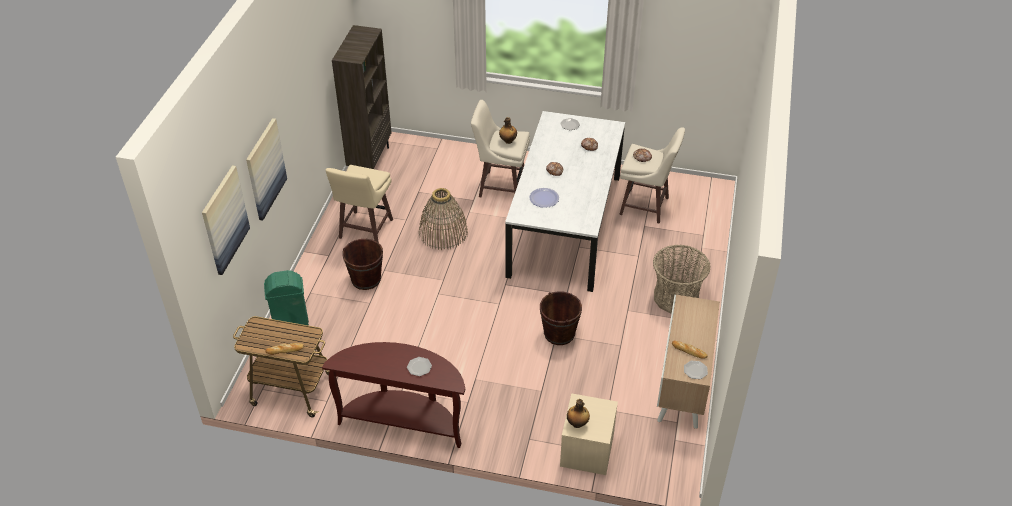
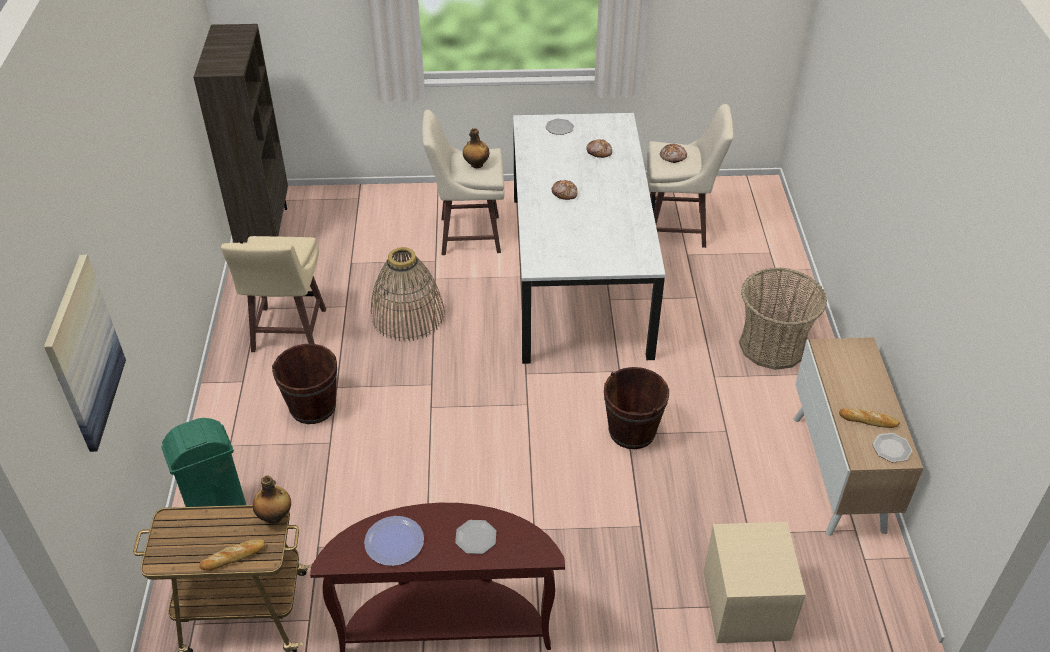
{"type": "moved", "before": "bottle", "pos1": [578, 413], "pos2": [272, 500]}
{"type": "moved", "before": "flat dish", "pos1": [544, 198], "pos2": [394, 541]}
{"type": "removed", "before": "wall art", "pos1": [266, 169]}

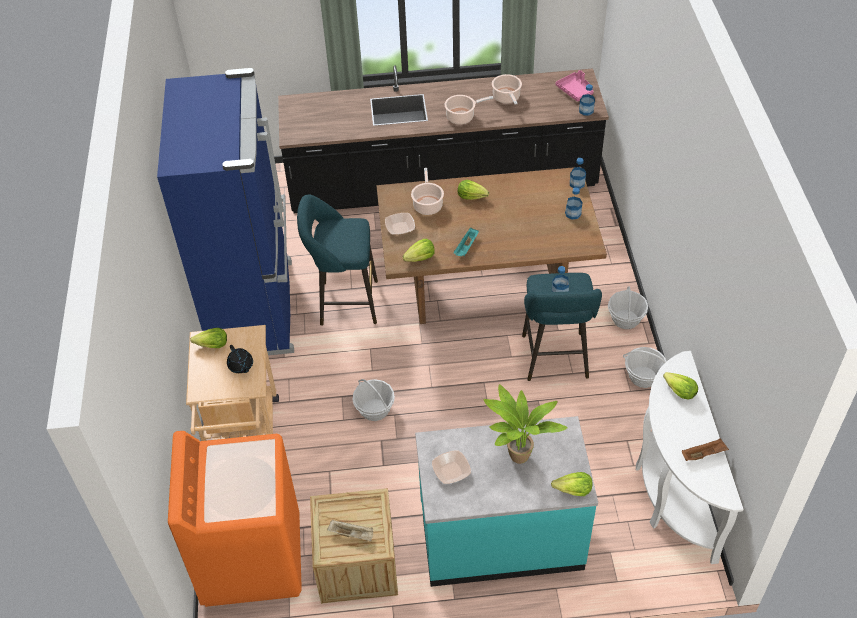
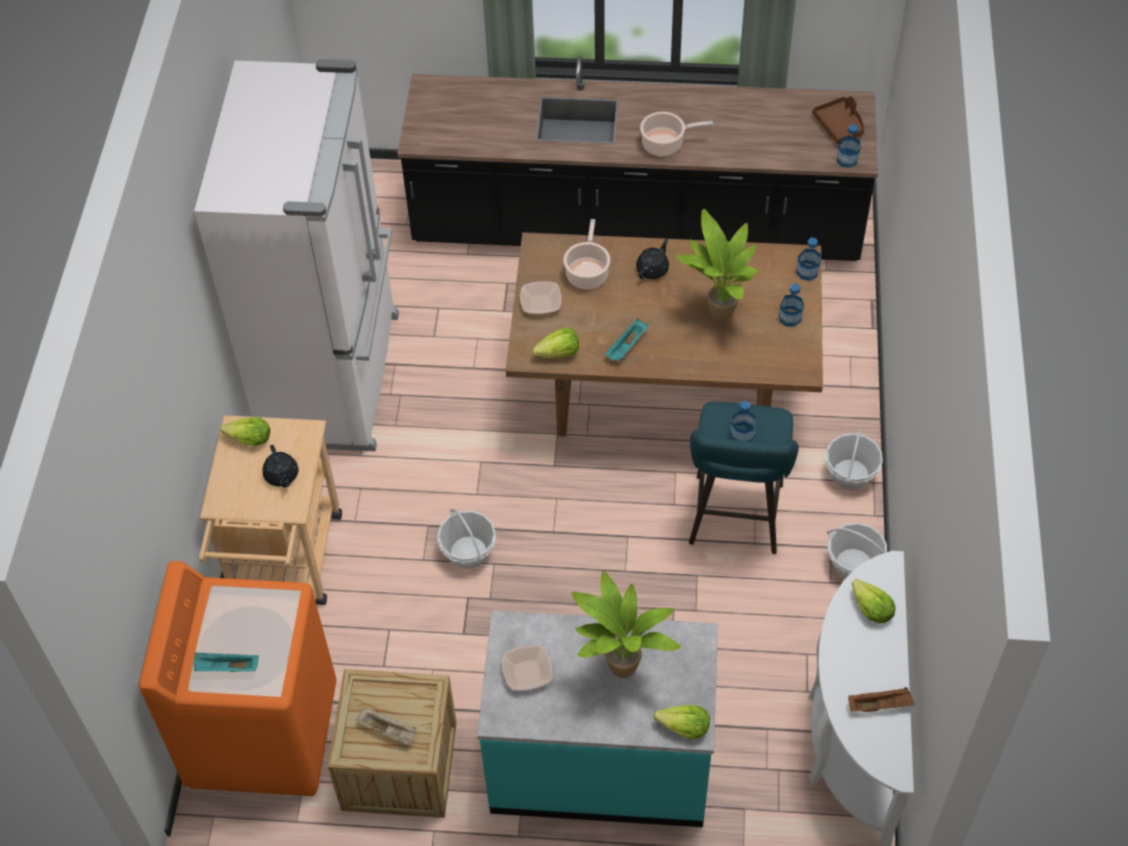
{"type": "recoloured", "before": "refrigerator (blue)", "after": "refrigerator (white)", "pos1": [225, 211], "pos2": [296, 255]}
{"type": "added", "after": "carrying tray (blue-green)", "pos2": [226, 662]}
{"type": "replaced", "before": "lettuce", "after": "teapot (black)", "pos1": [473, 190], "pos2": [652, 259]}
{"type": "added", "after": "potted plant", "pos2": [717, 265]}
{"type": "recoloured", "before": "carrying tray (pink)", "after": "carrying tray (brownish)", "pos1": [575, 86], "pos2": [838, 120]}
{"type": "removed", "before": "stool seat (blue-green)", "pos1": [337, 260]}
{"type": "removed", "before": "cooking pot", "pos1": [507, 89]}

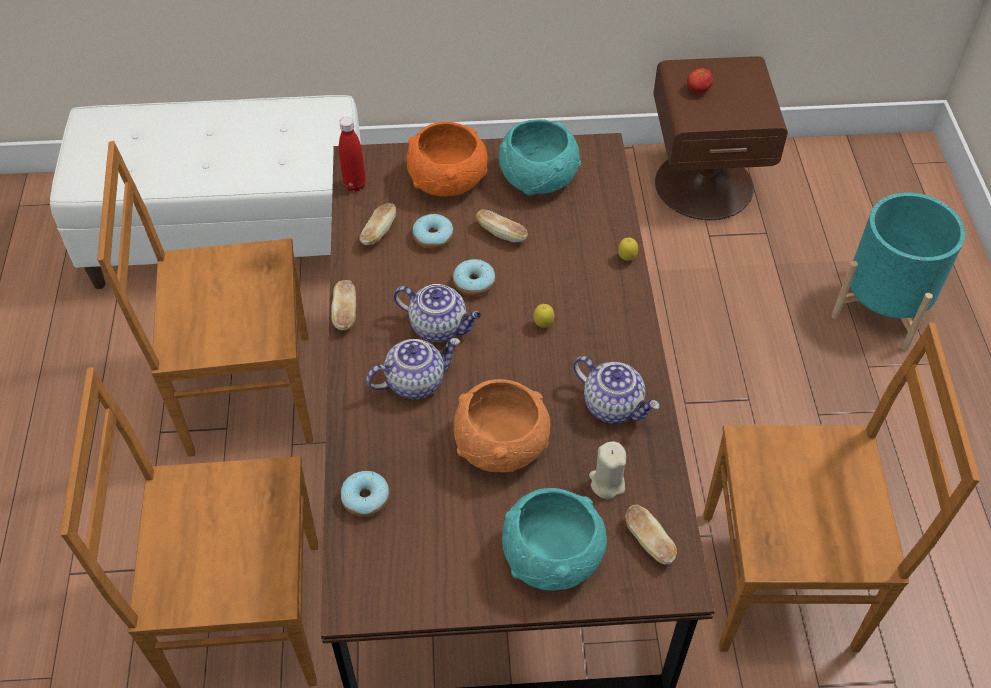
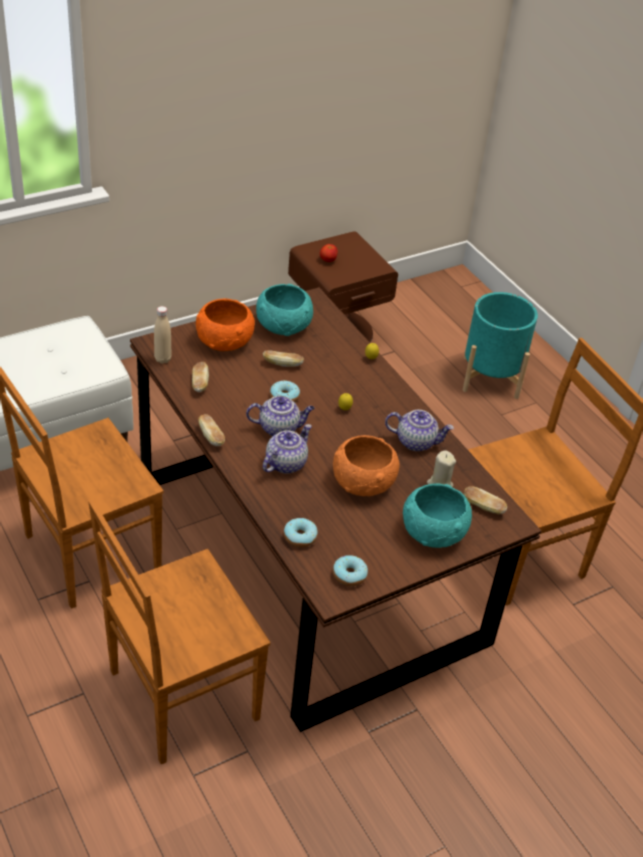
{"type": "recoloured", "before": "bottle (red)", "after": "bottle (beige)", "pos1": [352, 154], "pos2": [163, 335]}
{"type": "moved", "before": "ring doughnut", "pos1": [433, 231], "pos2": [350, 570]}

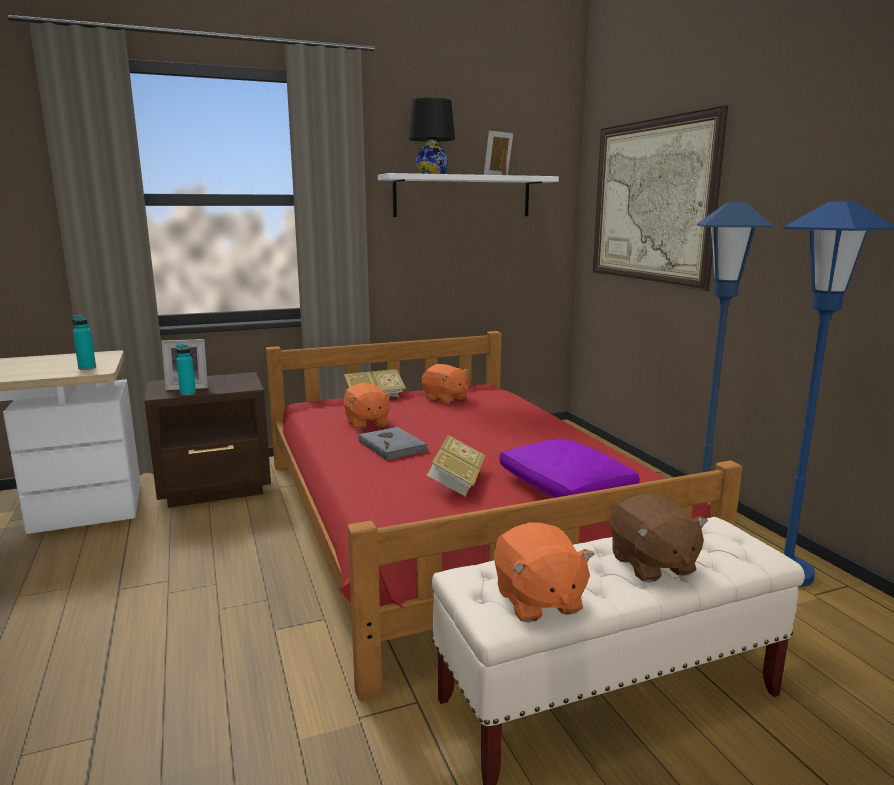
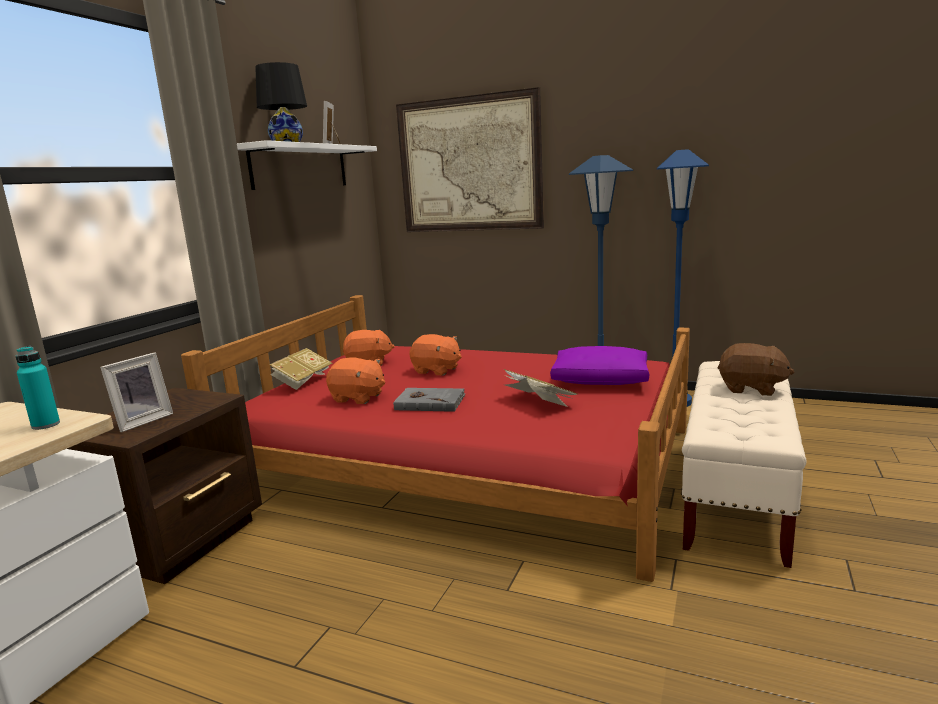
{"type": "moved", "before": "soft toy (orange)", "pos1": [544, 572], "pos2": [435, 355]}
{"type": "removed", "before": "bottle (blue-green)", "pos1": [186, 369]}

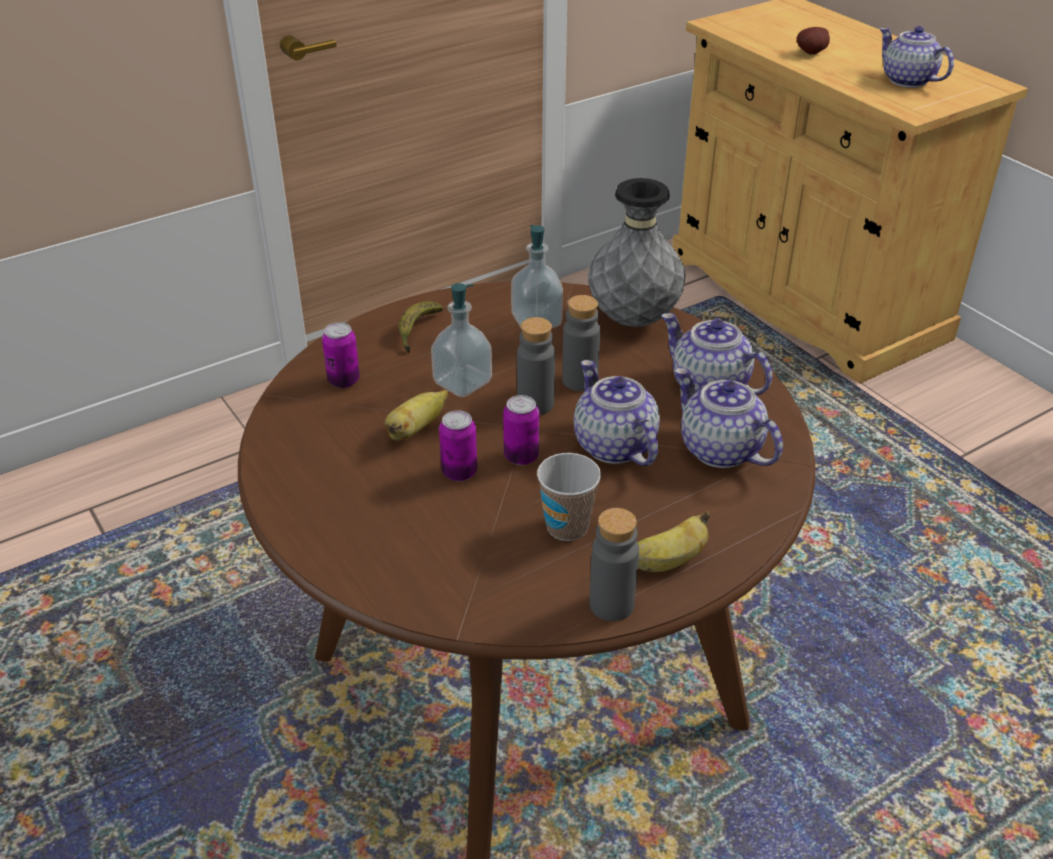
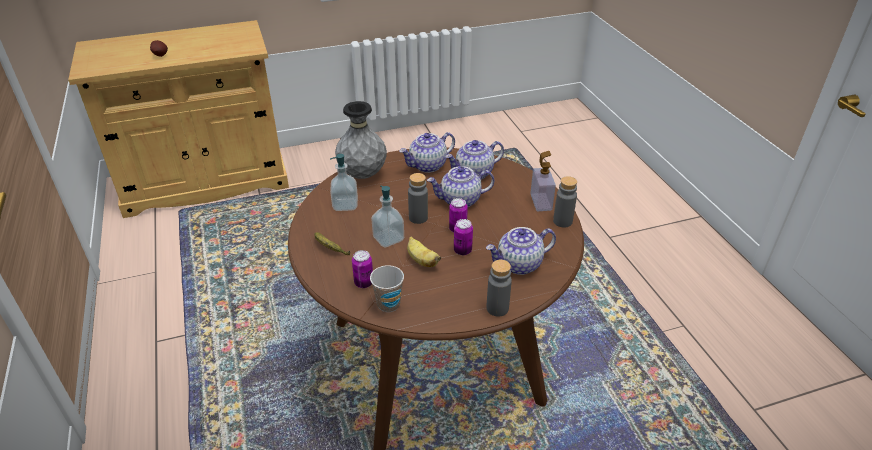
{"type": "moved", "before": "drinking cup", "pos1": [569, 497], "pos2": [387, 288]}
{"type": "moved", "before": "teapot", "pos1": [916, 57], "pos2": [521, 251]}
{"type": "moved", "before": "bottle (grey)", "pos1": [581, 343], "pos2": [499, 288]}
{"type": "replaced", "before": "banana fruit", "after": "soap bottle", "pos1": [674, 541], "pos2": [543, 181]}

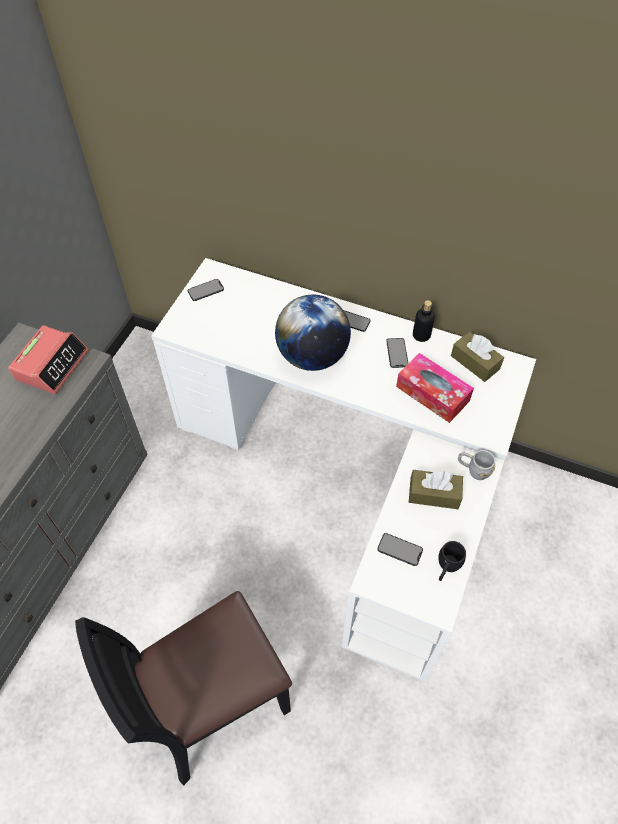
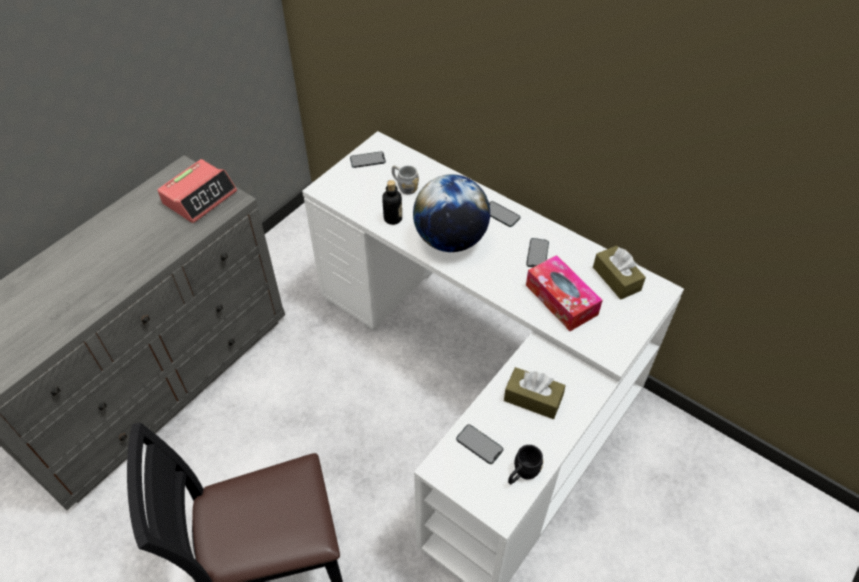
{"type": "moved", "before": "bottle", "pos1": [424, 321], "pos2": [392, 202]}
{"type": "moved", "before": "coffee mug (grey)", "pos1": [476, 465], "pos2": [405, 180]}

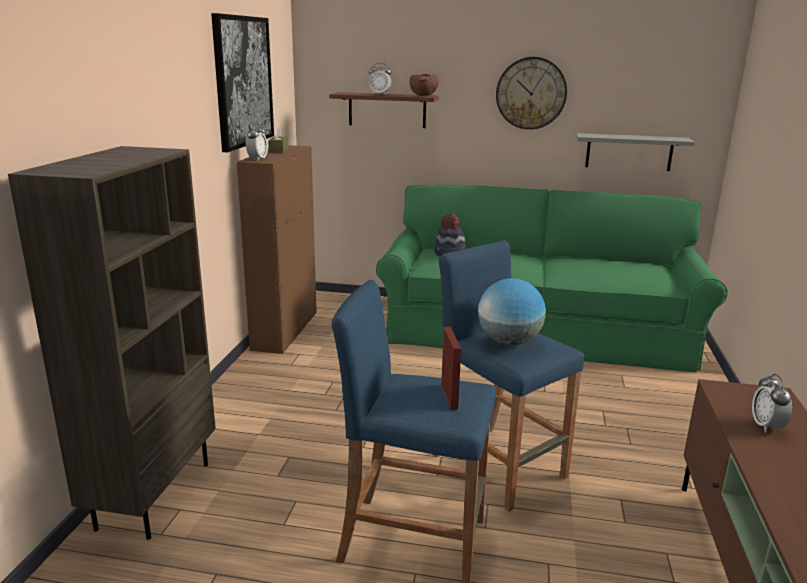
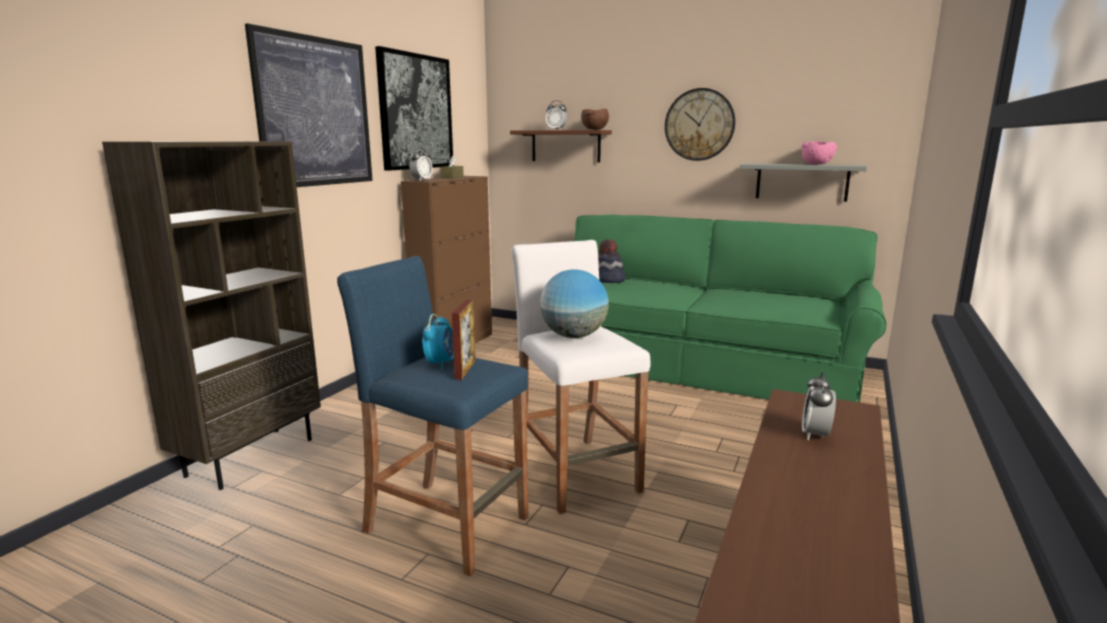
{"type": "added", "after": "wall art", "pos2": [309, 105]}
{"type": "added", "after": "alarm clock", "pos2": [438, 342]}
{"type": "recoloured", "before": "stool seat (blue)", "after": "stool seat (white)", "pos1": [508, 376], "pos2": [581, 377]}
{"type": "added", "after": "serving bowl (pink)", "pos2": [820, 153]}

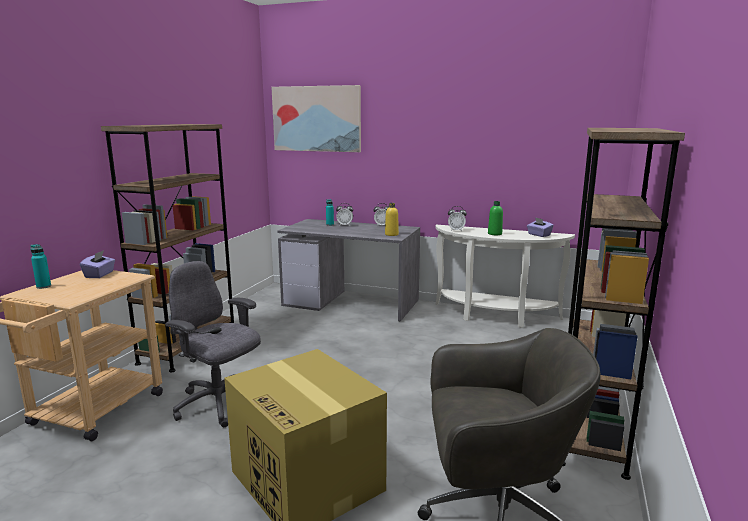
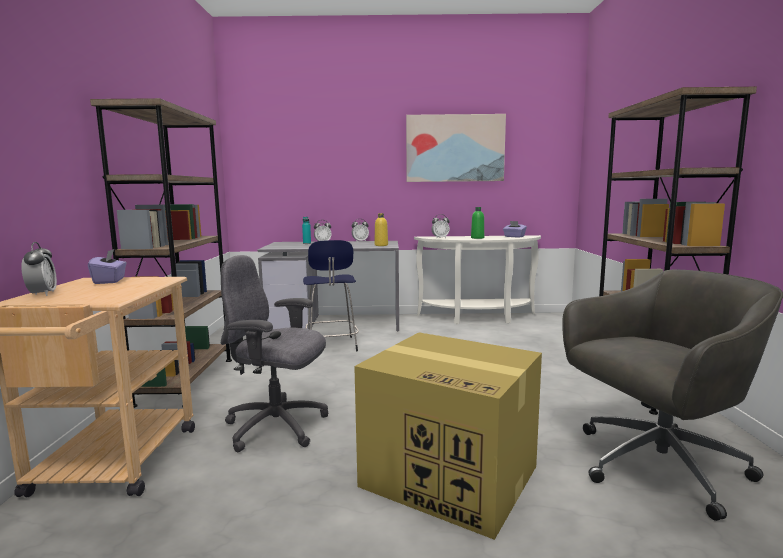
{"type": "replaced", "before": "bottle (blue-green)", "after": "alarm clock", "pos1": [41, 266], "pos2": [39, 269]}
{"type": "added", "after": "stool seat (blue)", "pos2": [331, 295]}
{"type": "moved", "before": "wall art", "pos1": [316, 118], "pos2": [456, 148]}

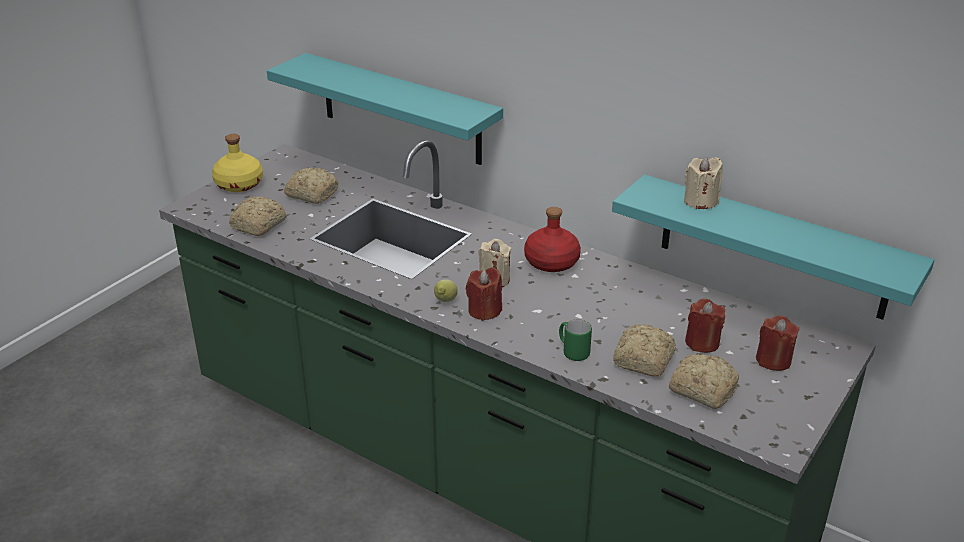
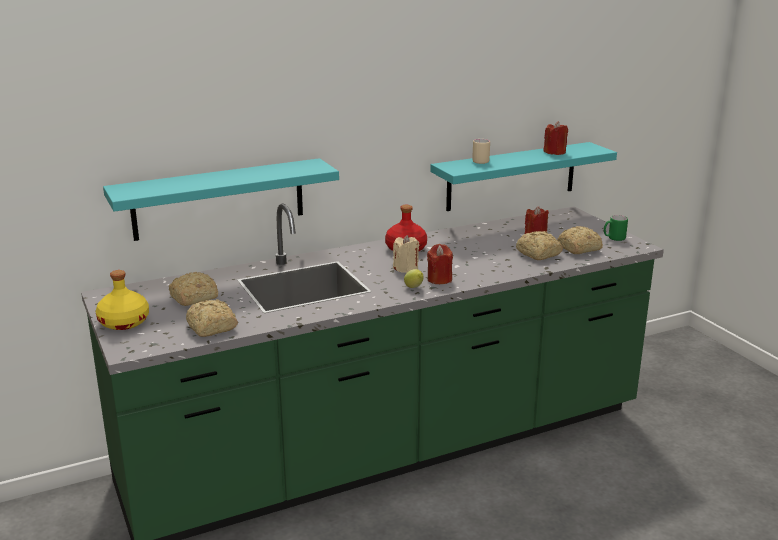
{"type": "replaced", "before": "wax candle (beige)", "after": "coffee mug (beige)", "pos1": [703, 182], "pos2": [481, 151]}
{"type": "moved", "before": "wax candle (red)", "pos1": [777, 343], "pos2": [555, 138]}
{"type": "moved", "before": "coffee mug (greenish)", "pos1": [575, 340], "pos2": [616, 228]}

